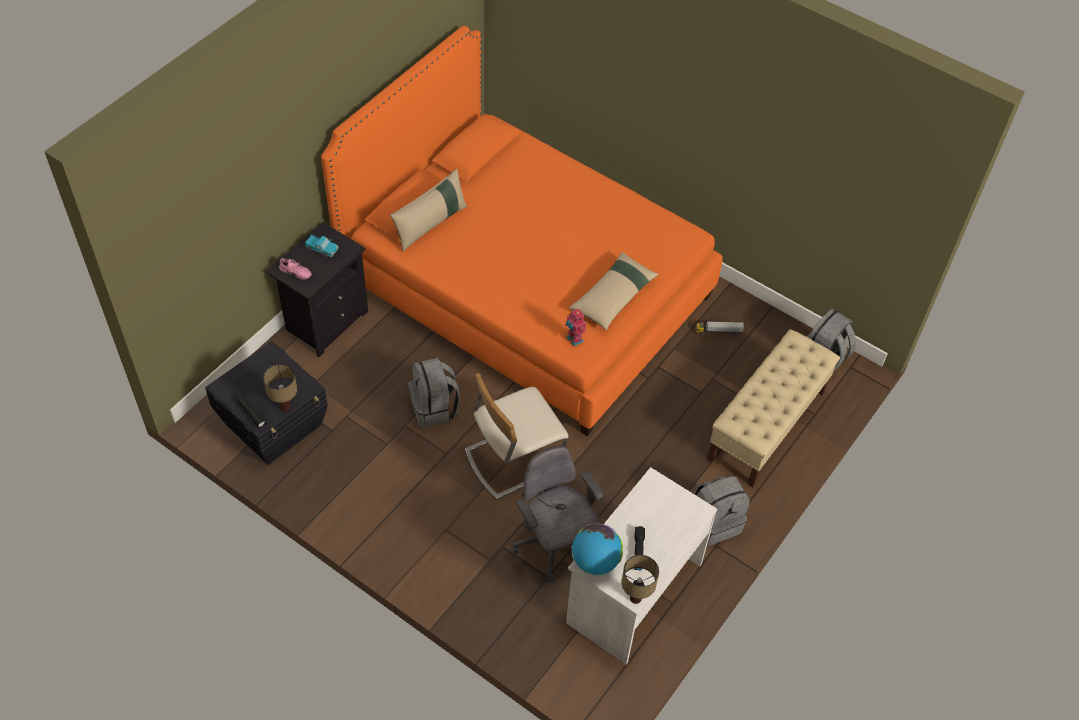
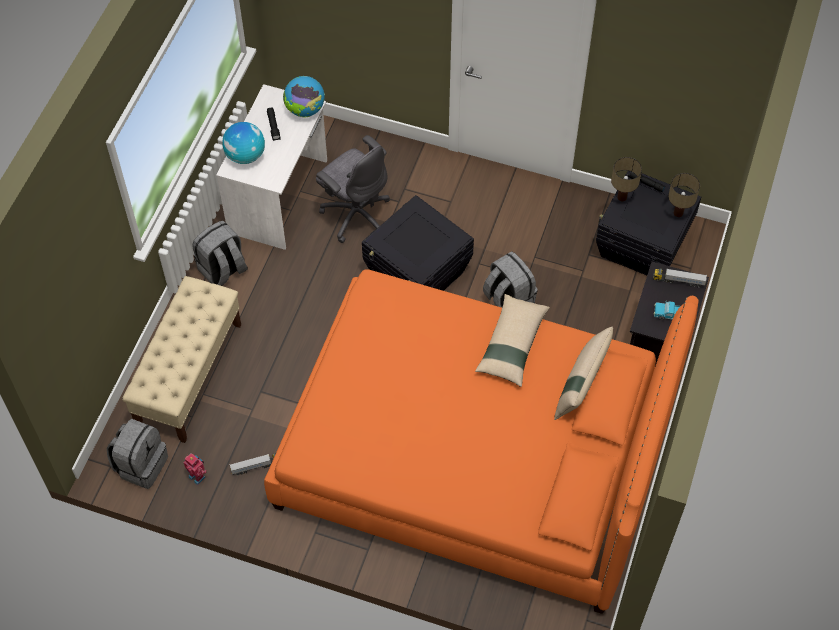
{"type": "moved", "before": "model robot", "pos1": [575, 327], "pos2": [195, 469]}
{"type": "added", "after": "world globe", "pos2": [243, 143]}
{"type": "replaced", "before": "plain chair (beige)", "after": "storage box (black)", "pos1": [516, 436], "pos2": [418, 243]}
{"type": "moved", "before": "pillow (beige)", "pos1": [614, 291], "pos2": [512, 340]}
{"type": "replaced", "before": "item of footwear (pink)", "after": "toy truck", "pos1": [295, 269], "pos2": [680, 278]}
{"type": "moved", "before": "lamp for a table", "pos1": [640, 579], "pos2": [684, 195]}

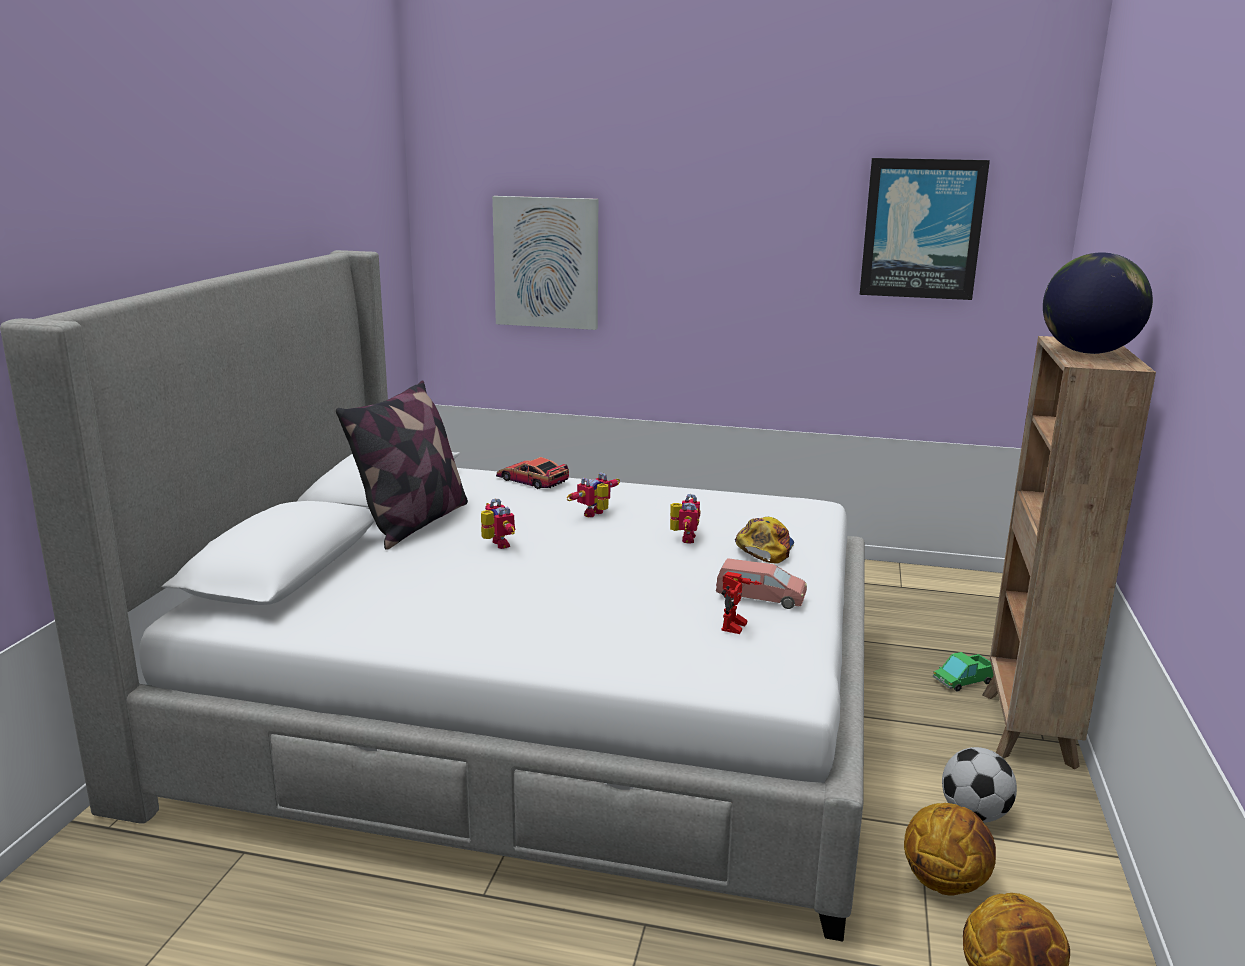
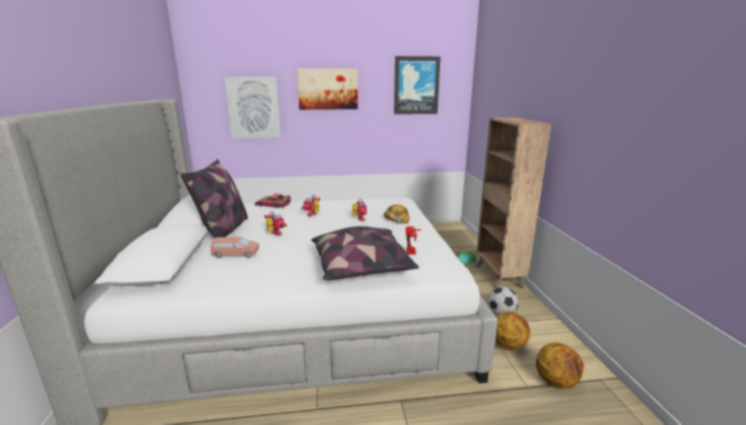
{"type": "moved", "before": "miniature car (pink)", "pos1": [761, 583], "pos2": [235, 247]}
{"type": "added", "after": "wall art", "pos2": [327, 89]}
{"type": "added", "after": "pillow", "pos2": [365, 253]}
{"type": "removed", "before": "world globe", "pos1": [1098, 303]}

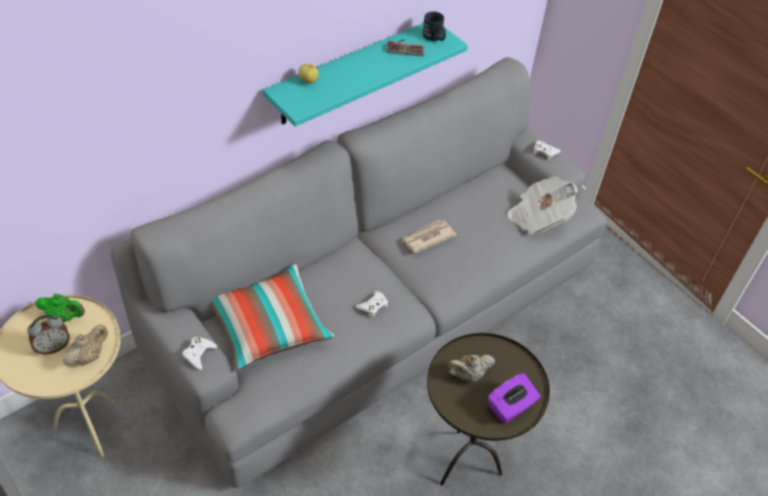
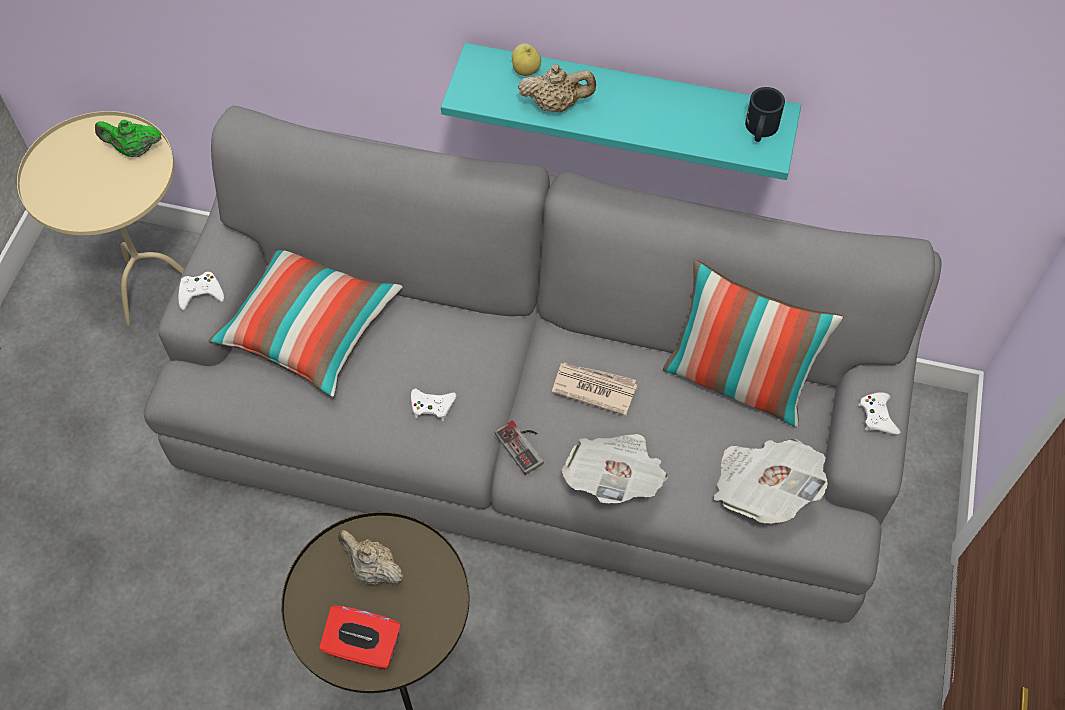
{"type": "turned", "before": "teapot (greenish)", "pos1": [60, 308], "pos2": [128, 138], "turn": 120}
{"type": "recoloured", "before": "box of tissues (purple)", "after": "box of tissues (red)", "pos1": [514, 398], "pos2": [360, 637]}
{"type": "moved", "before": "gamepad", "pos1": [405, 48], "pos2": [519, 448]}
{"type": "moved", "before": "teapot (beige)", "pos1": [85, 345], "pos2": [557, 88]}
{"type": "added", "after": "printed paper", "pos2": [615, 468]}
{"type": "added", "after": "pillow", "pos2": [753, 343]}
{"type": "removed", "before": "alarm clock", "pos1": [48, 335]}

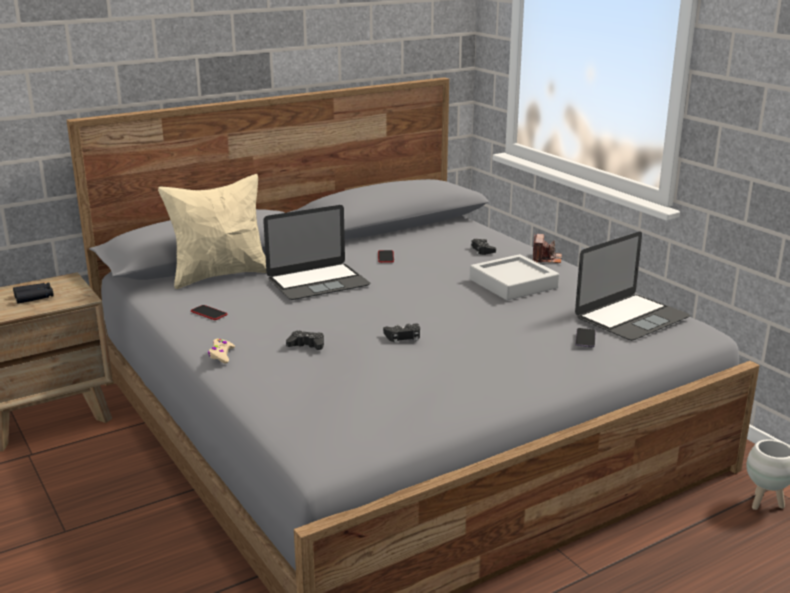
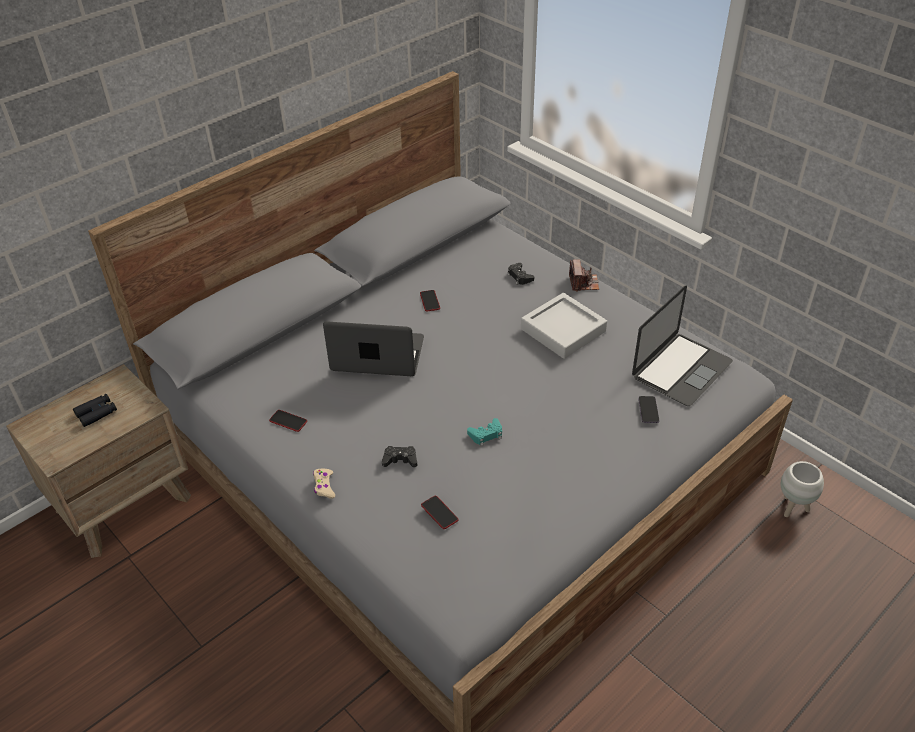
{"type": "turned", "before": "notebook computer", "pos1": [316, 252], "pos2": [373, 349], "turn": -135}
{"type": "added", "after": "phone", "pos2": [440, 512]}
{"type": "recoloured", "before": "gamepad (black)", "after": "gamepad (blue-green)", "pos1": [401, 333], "pos2": [484, 432]}
{"type": "removed", "before": "pillow (beige)", "pos1": [212, 231]}

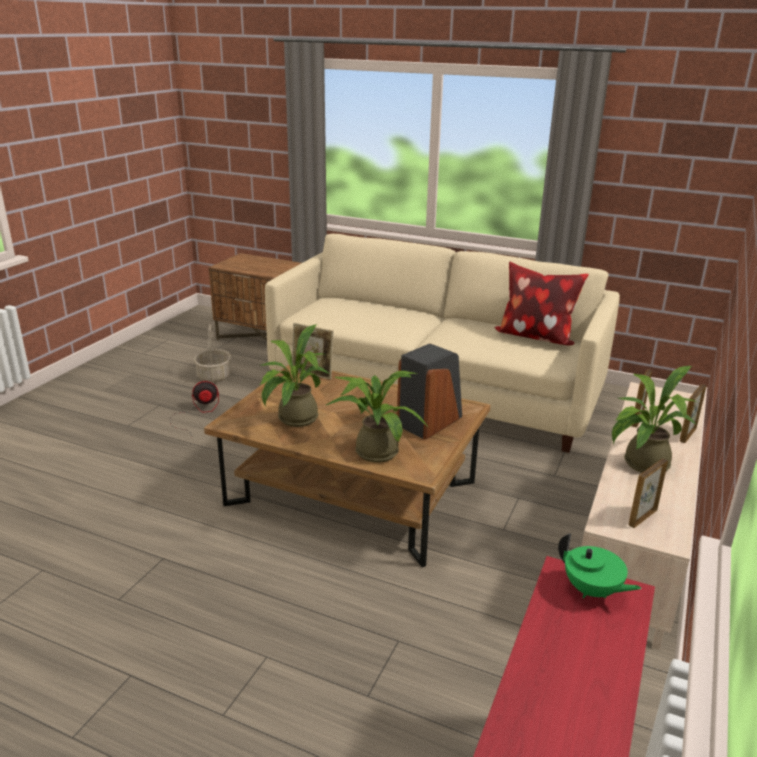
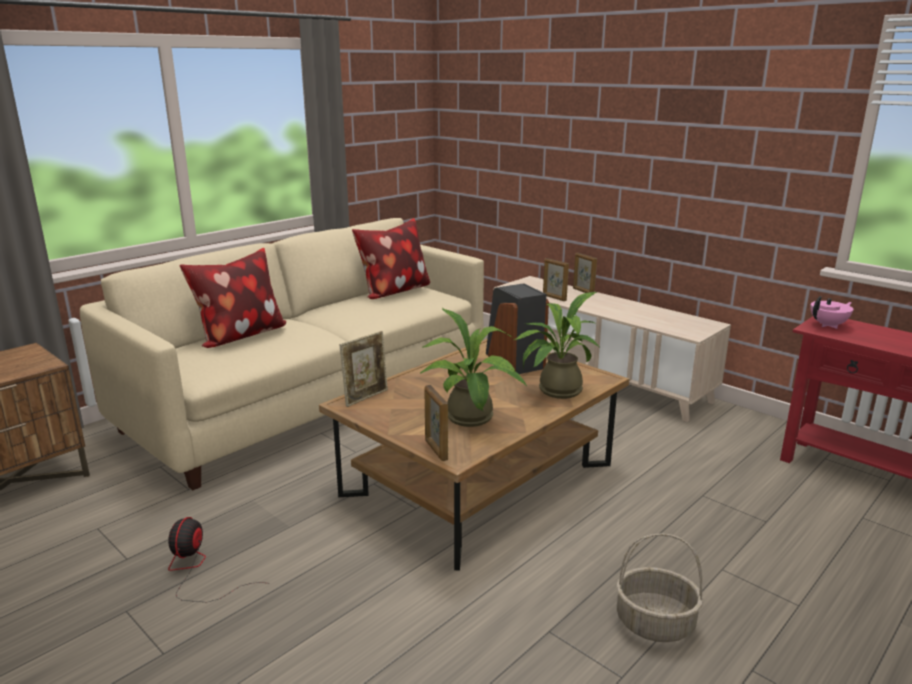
{"type": "added", "after": "pillow", "pos2": [232, 298]}
{"type": "moved", "before": "standing frame", "pos1": [648, 493], "pos2": [436, 423]}
{"type": "moved", "before": "household basket", "pos1": [213, 353], "pos2": [660, 587]}
{"type": "recoloured", "before": "teapot (greenish)", "after": "teapot (pink)", "pos1": [599, 565], "pos2": [831, 312]}
{"type": "removed", "before": "potted plant", "pos1": [654, 419]}

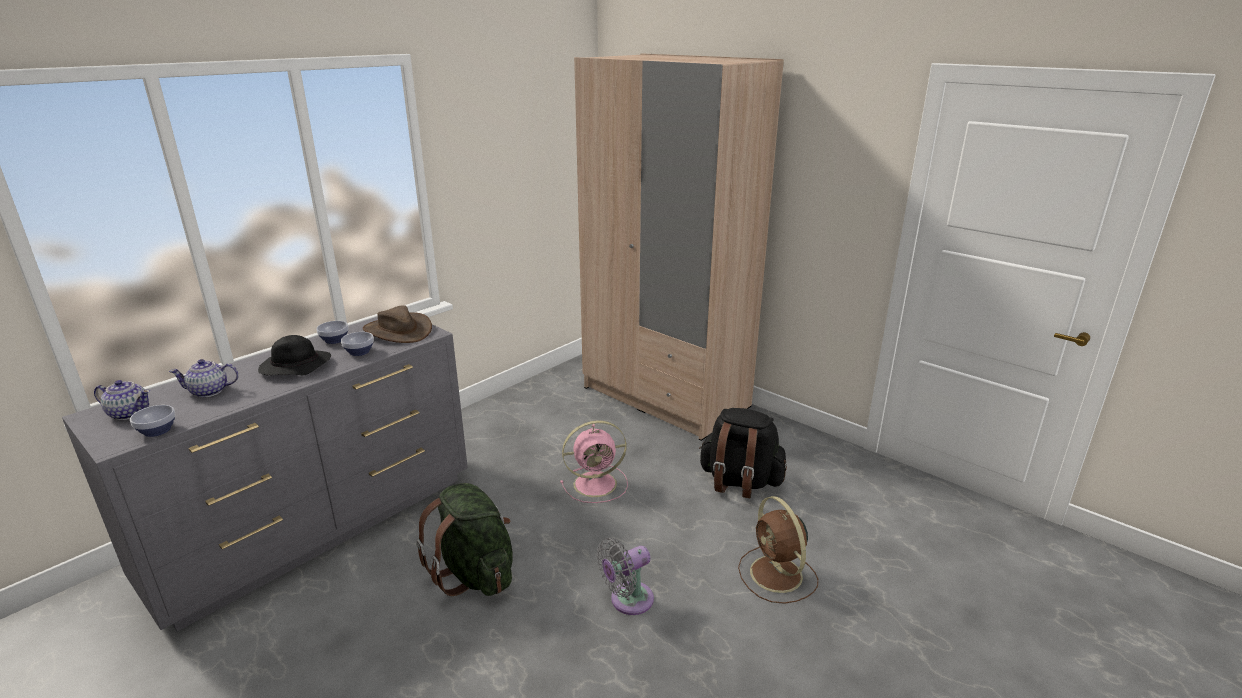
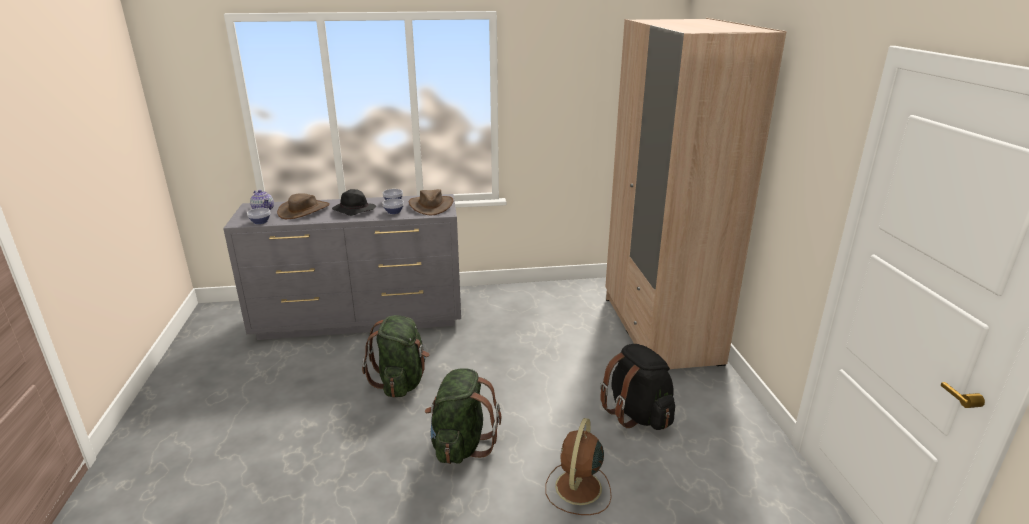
{"type": "replaced", "before": "teapot", "after": "wearable hat (brownish)", "pos1": [204, 378], "pos2": [303, 206]}
{"type": "replaced", "before": "electric fan (grey)", "after": "rucksack (greenish)", "pos1": [625, 576], "pos2": [463, 416]}
{"type": "removed", "before": "electric fan (pink)", "pos1": [594, 461]}

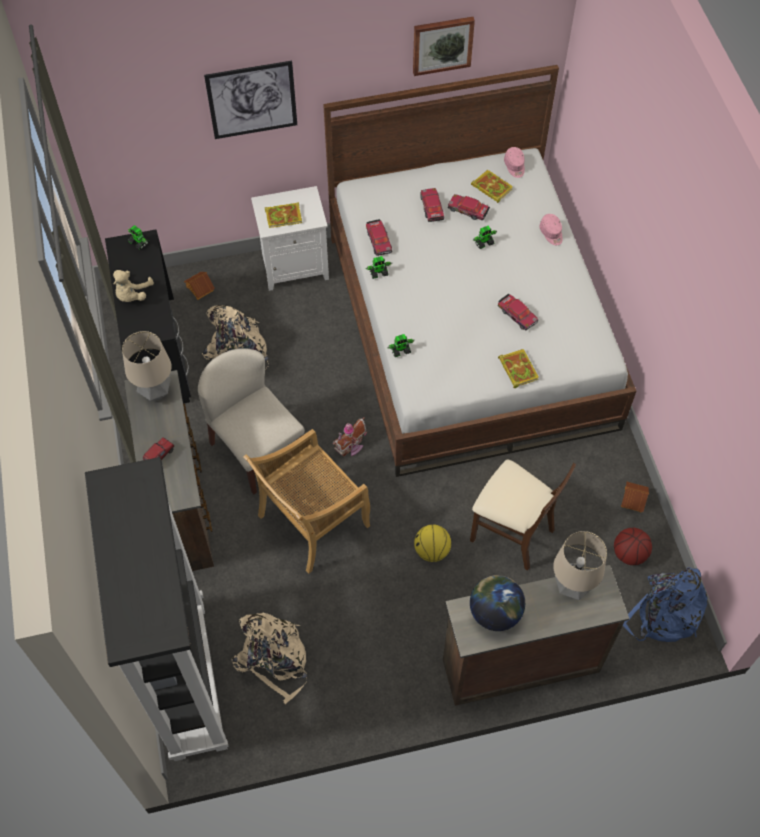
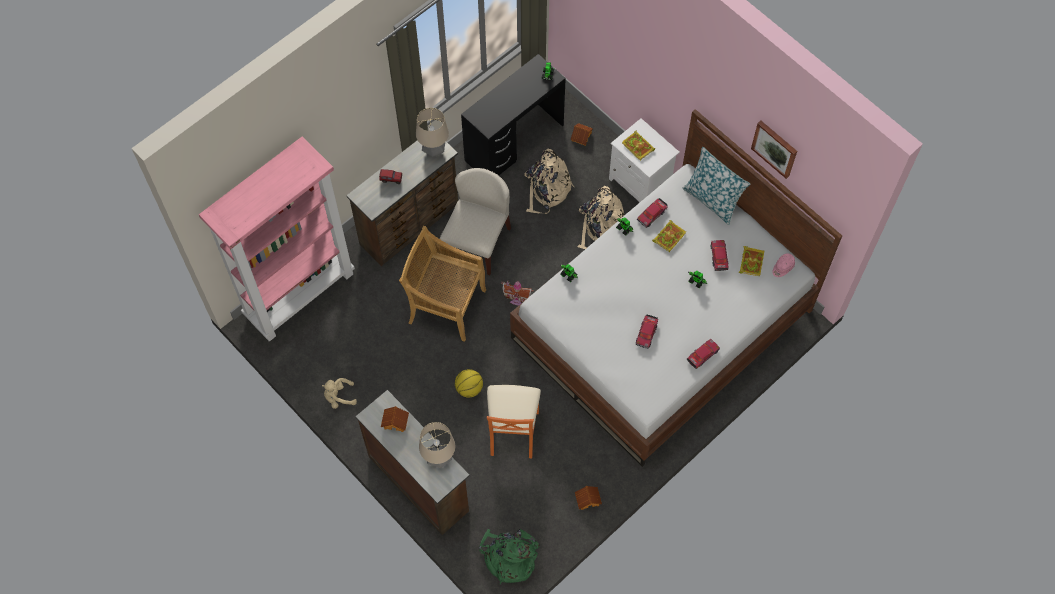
{"type": "recoloured", "before": "bookcase (black)", "after": "bookcase (pink)", "pos1": [156, 609], "pos2": [277, 239]}
{"type": "moved", "before": "soft toy (beige)", "pos1": [133, 286], "pos2": [339, 393]}
{"type": "replaced", "before": "world globe", "after": "model house", "pos1": [497, 603], "pos2": [395, 419]}
{"type": "recoloured", "before": "rucksack (blue)", "after": "rucksack (greenish)", "pos1": [665, 604], "pos2": [509, 556]}
{"type": "recoloured", "before": "plain chair (beige)", "after": "plain chair (orange)", "pos1": [523, 515], "pos2": [514, 421]}
{"type": "moved", "before": "rucksack (beige)", "pos1": [269, 658], "pos2": [601, 217]}
{"type": "moved", "before": "book", "pos1": [518, 368], "pos2": [669, 236]}
{"type": "added", "after": "pillow", "pos2": [716, 186]}
{"type": "moved", "before": "miniature car", "pos1": [432, 205], "pos2": [703, 354]}
{"type": "removed", "before": "wall art", "pos1": [250, 100]}
{"type": "removed", "before": "baseball cap (pink)", "pos1": [551, 229]}
{"type": "removed", "before": "ball for basketball", "pos1": [633, 546]}

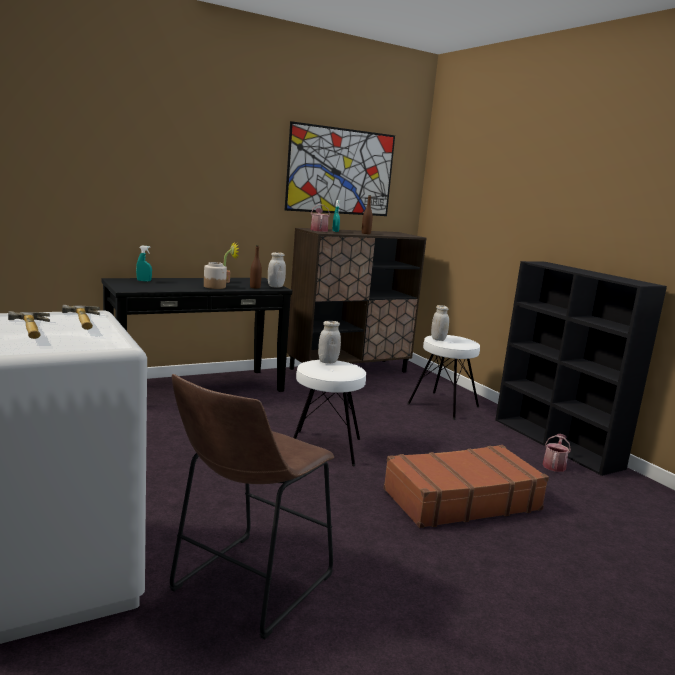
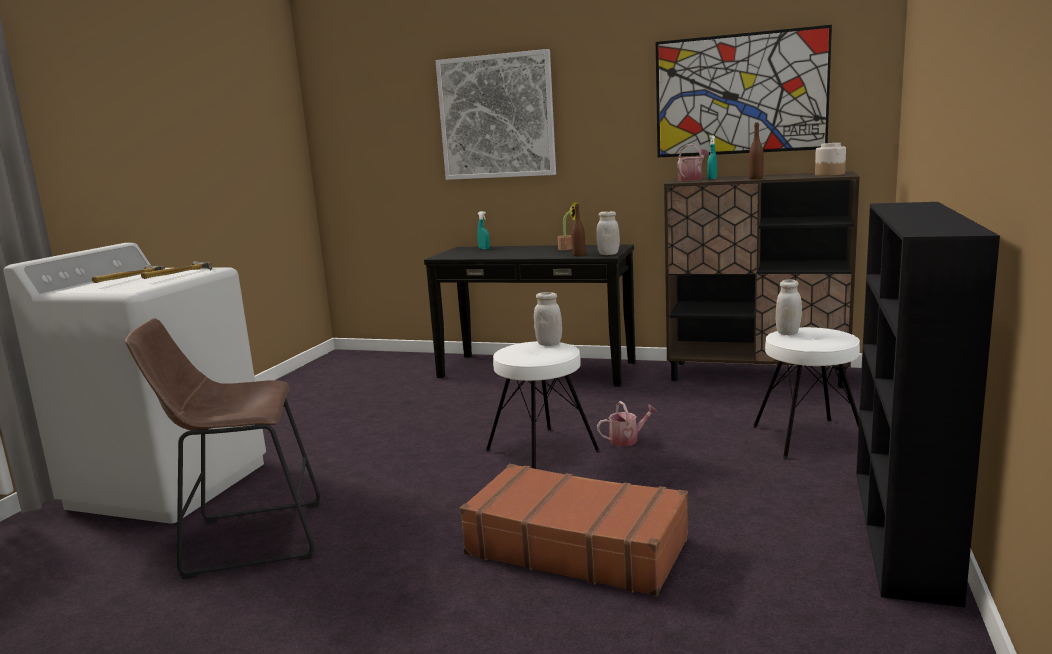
{"type": "added", "after": "wall art", "pos2": [496, 114]}
{"type": "moved", "before": "watering can", "pos1": [557, 453], "pos2": [627, 423]}
{"type": "moved", "before": "preserve jar", "pos1": [215, 275], "pos2": [830, 159]}

